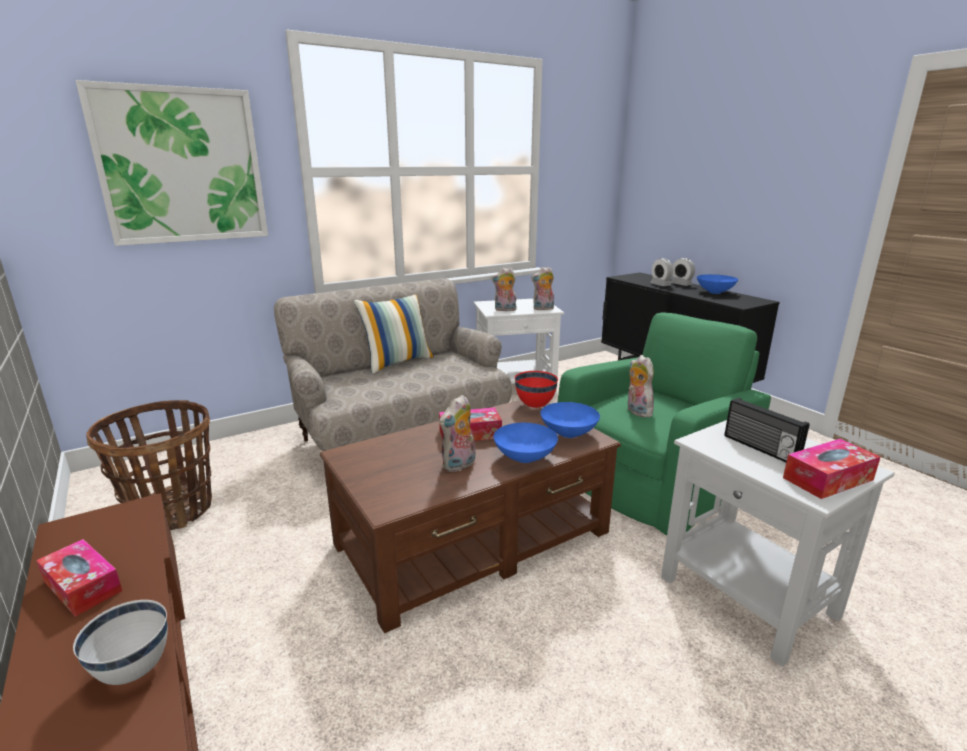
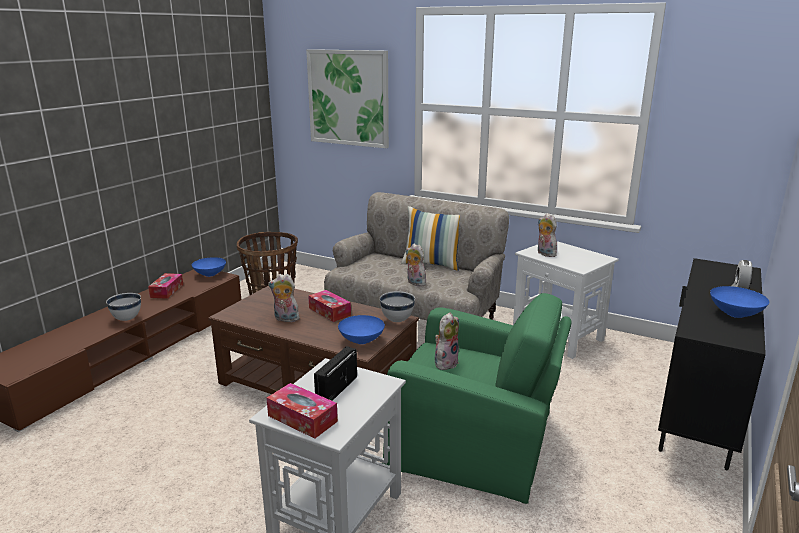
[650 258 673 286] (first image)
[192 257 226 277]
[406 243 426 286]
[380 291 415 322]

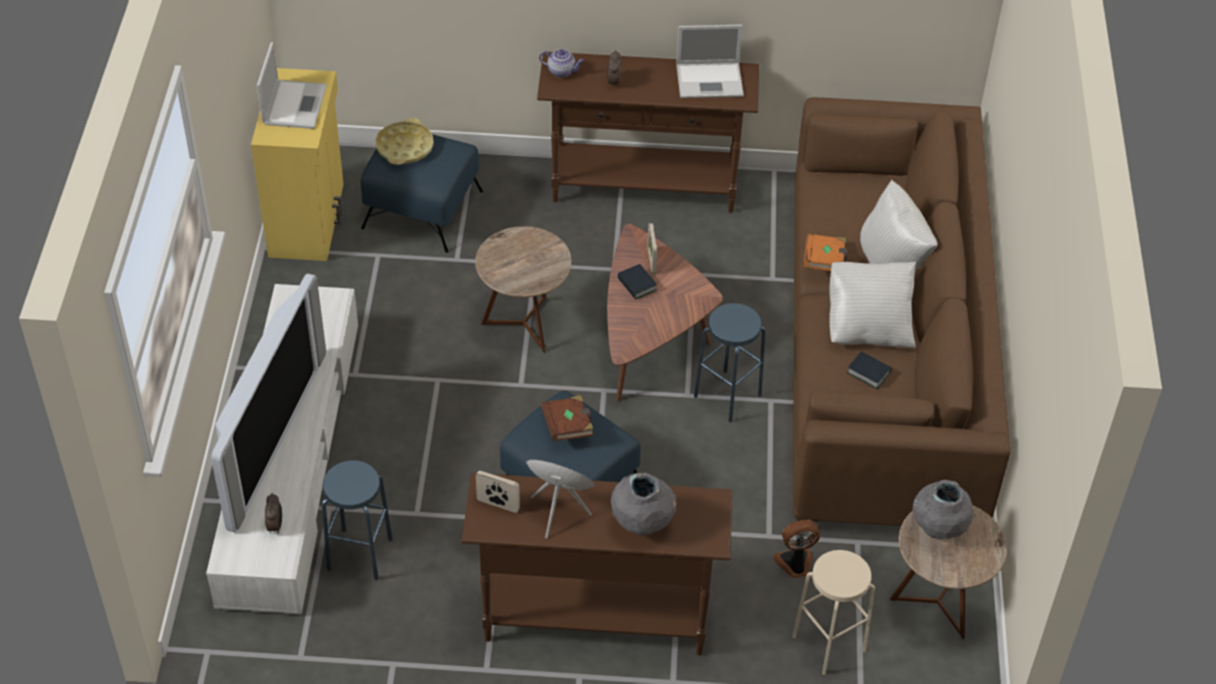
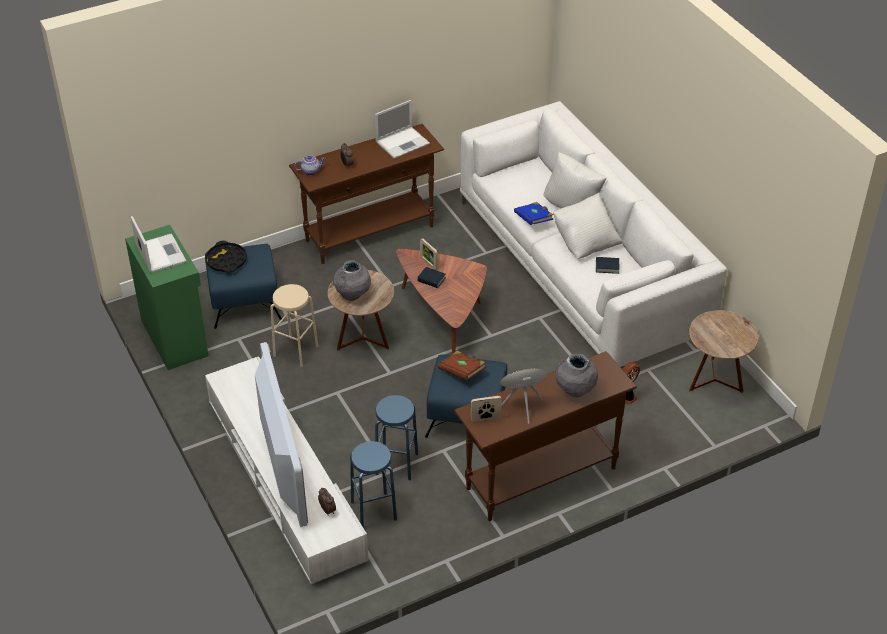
[375 395 418 481]
[270 284 319 367]
[333 260 371 301]
[125 225 209 370]
[205 241 247 273]
[460 101 727 368]
[514 202 553 225]

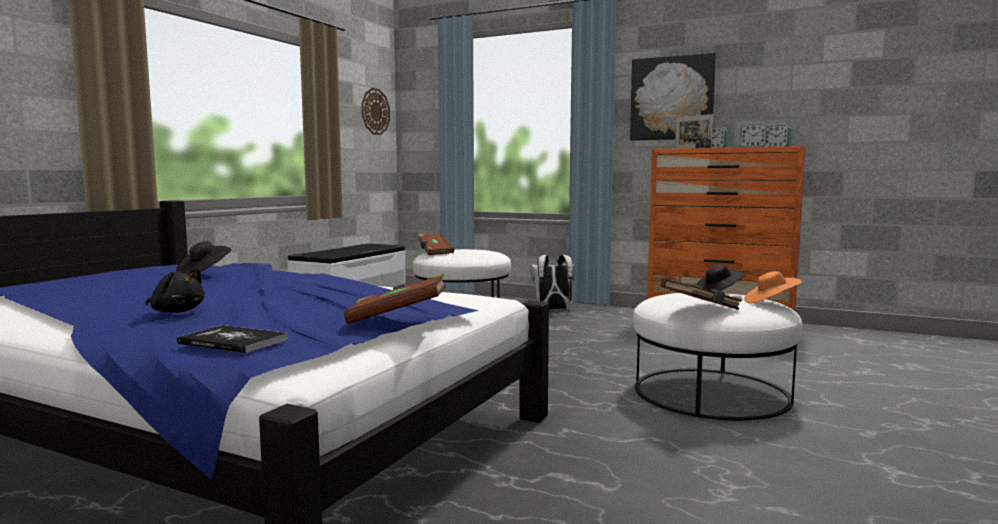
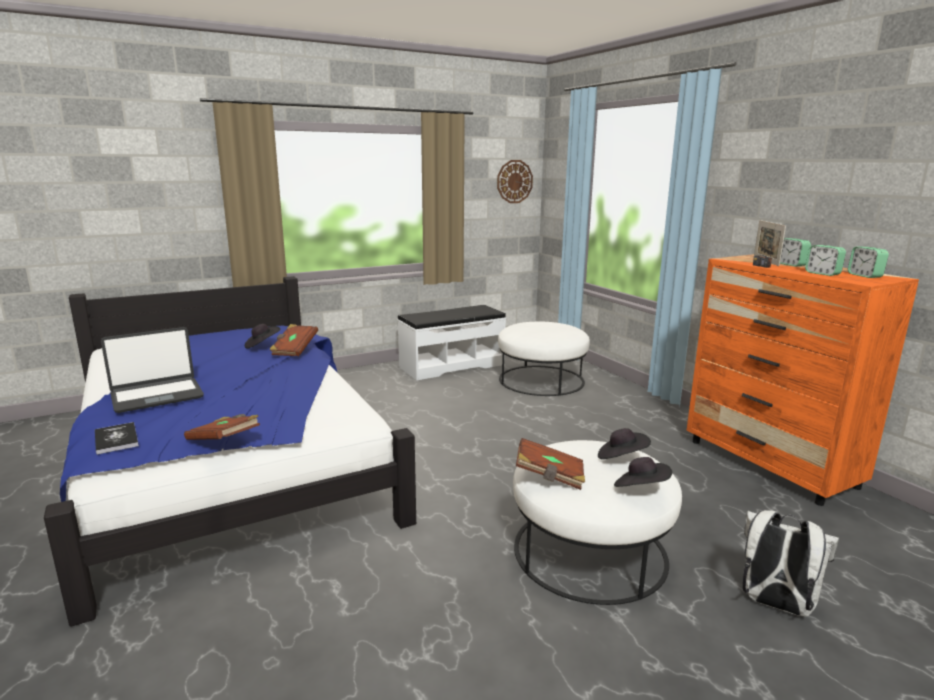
[630 53 716 141] (first image)
[269 324 318 356]
[743 510 839 617]
[101 327 204 413]
[614 457 672 487]

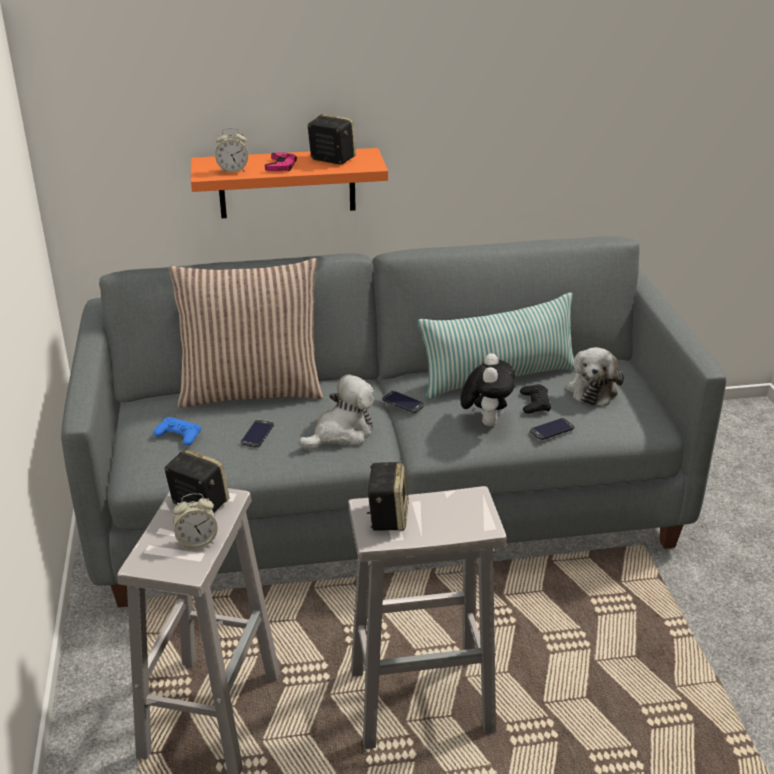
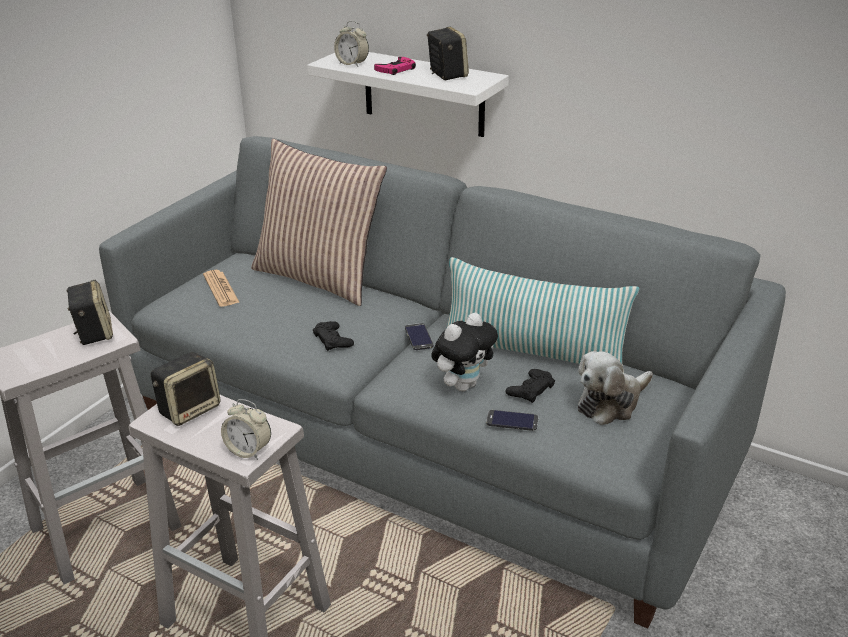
[241 420 274 447] (first image)
[221 399 271 460]
[203 270 240 307]
[313 321 354 351]
[307 52 509 137]

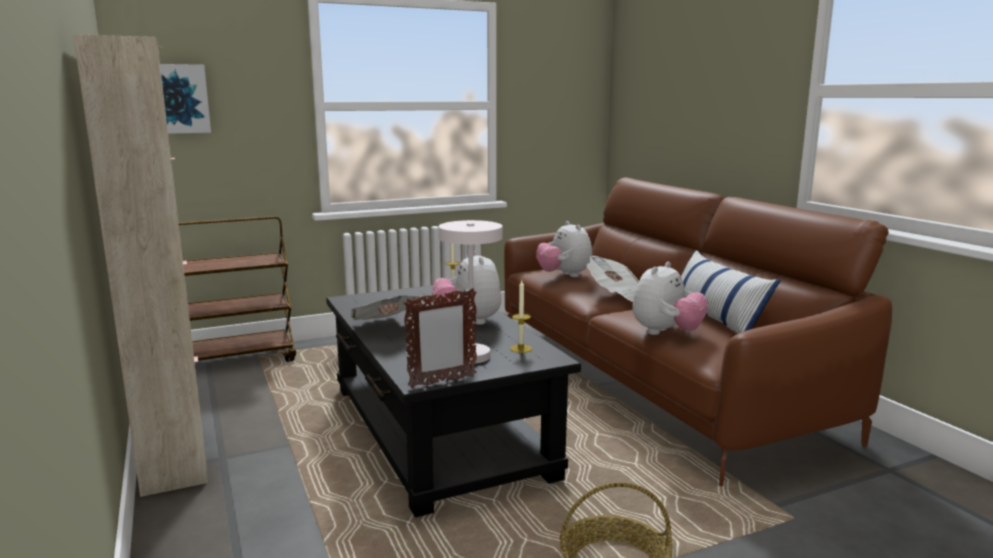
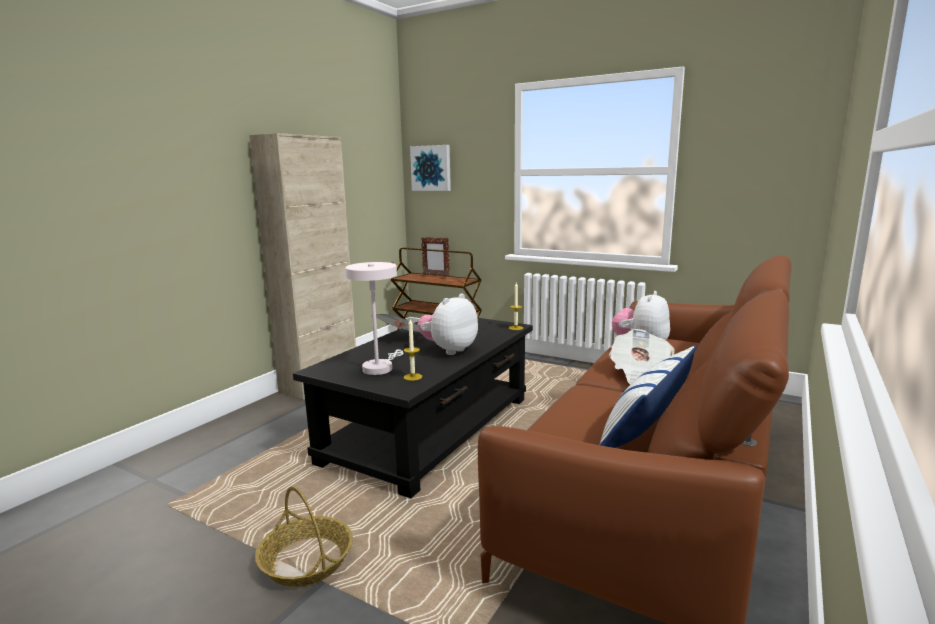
[632 262 708 335] (first image)
[421 237 450 277]

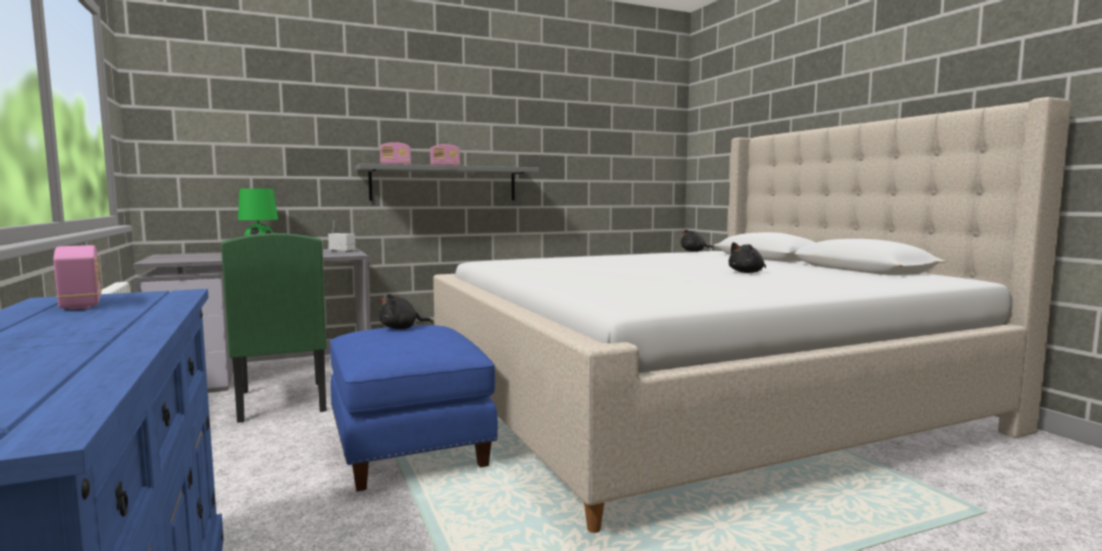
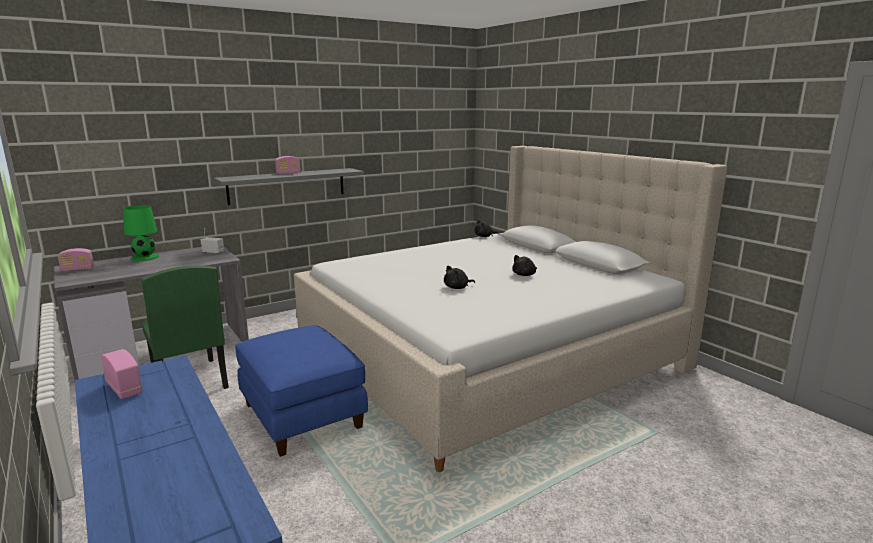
[444 266 475 289]
[58 248 94 271]

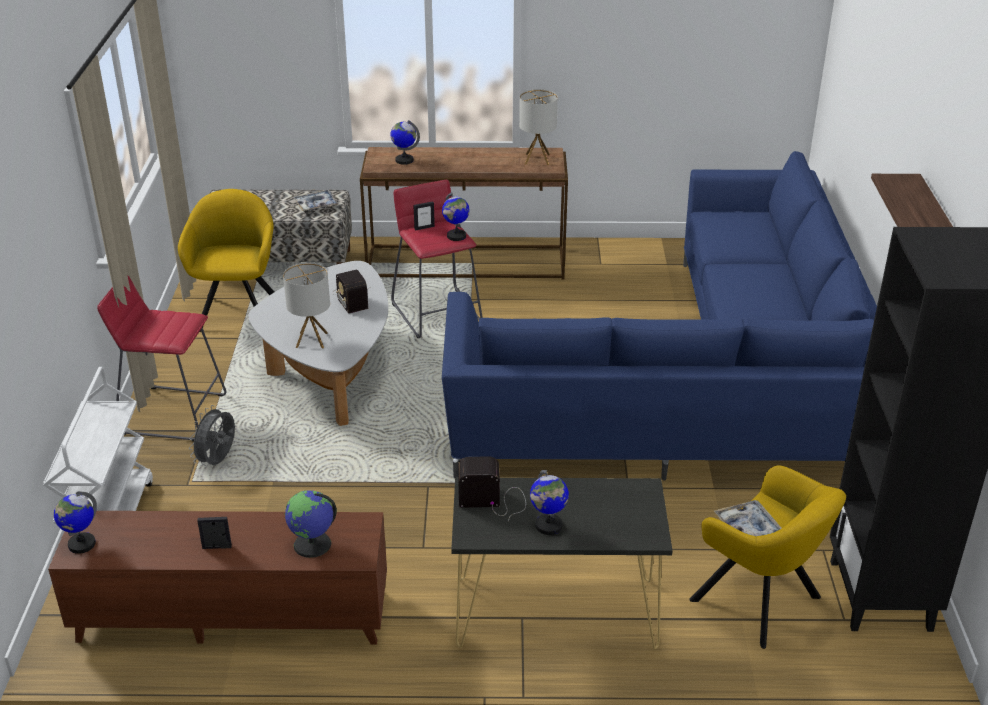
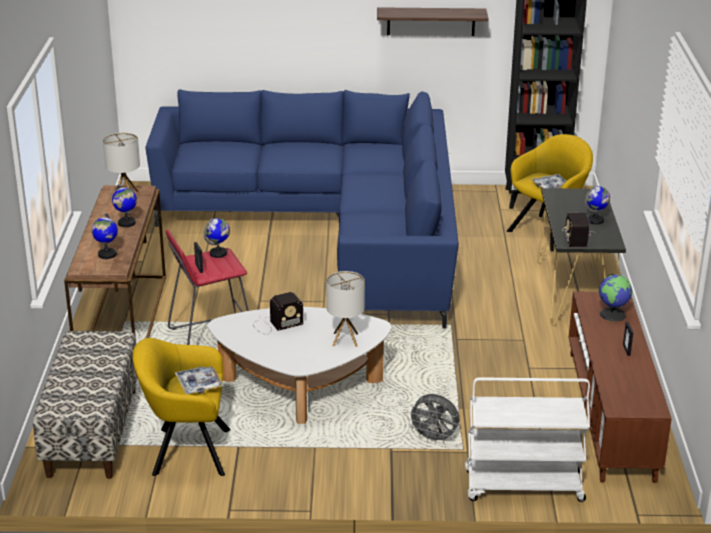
[97 276 226 441] (first image)
[112 184 137 227]
[175 366 224 394]

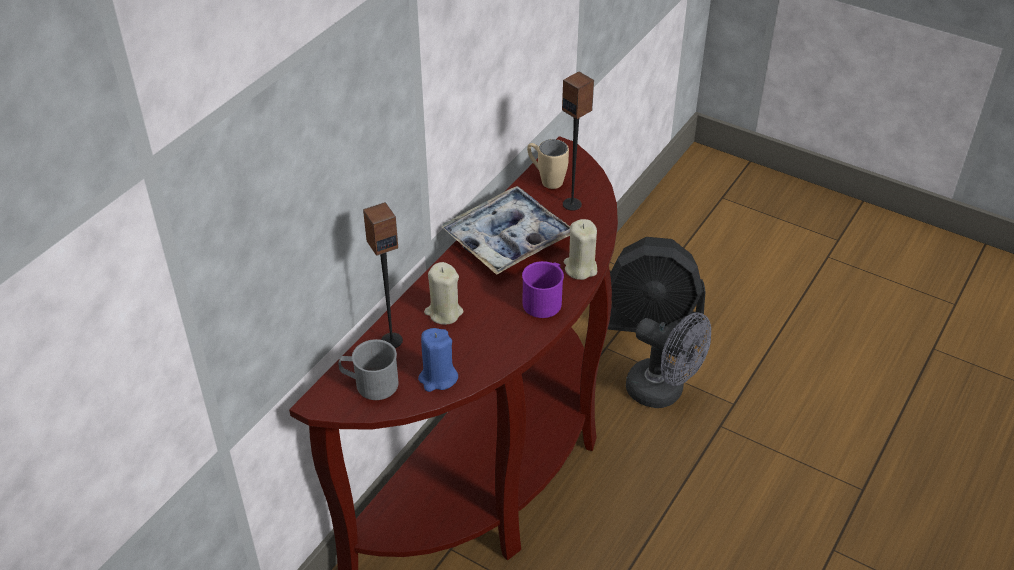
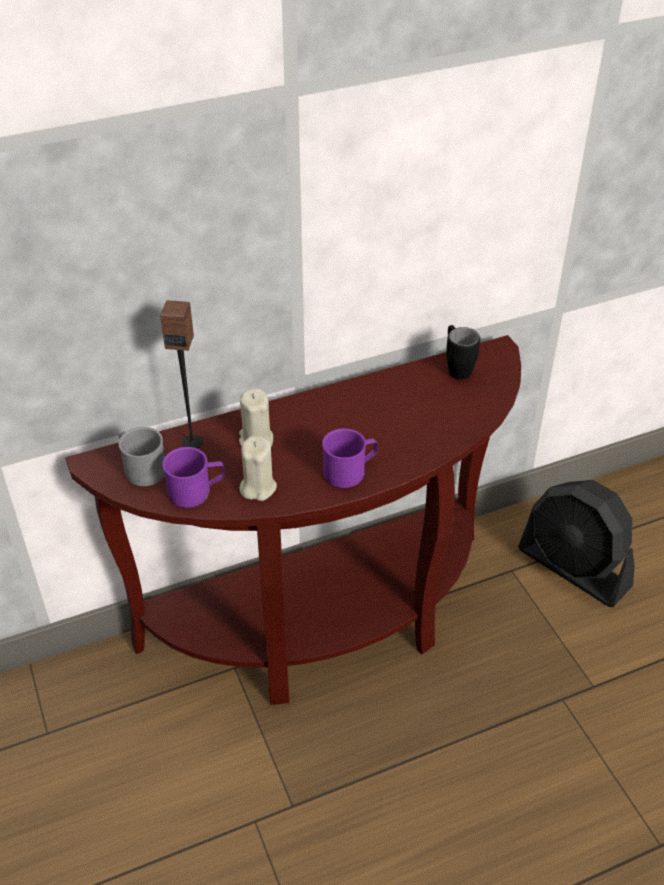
[442 186 570 275] (first image)
[562 72 594 211] (first image)
[626 313 711 408] (first image)
[240 436 277 501]
[162 447 225 508]
[446 325 480 380]

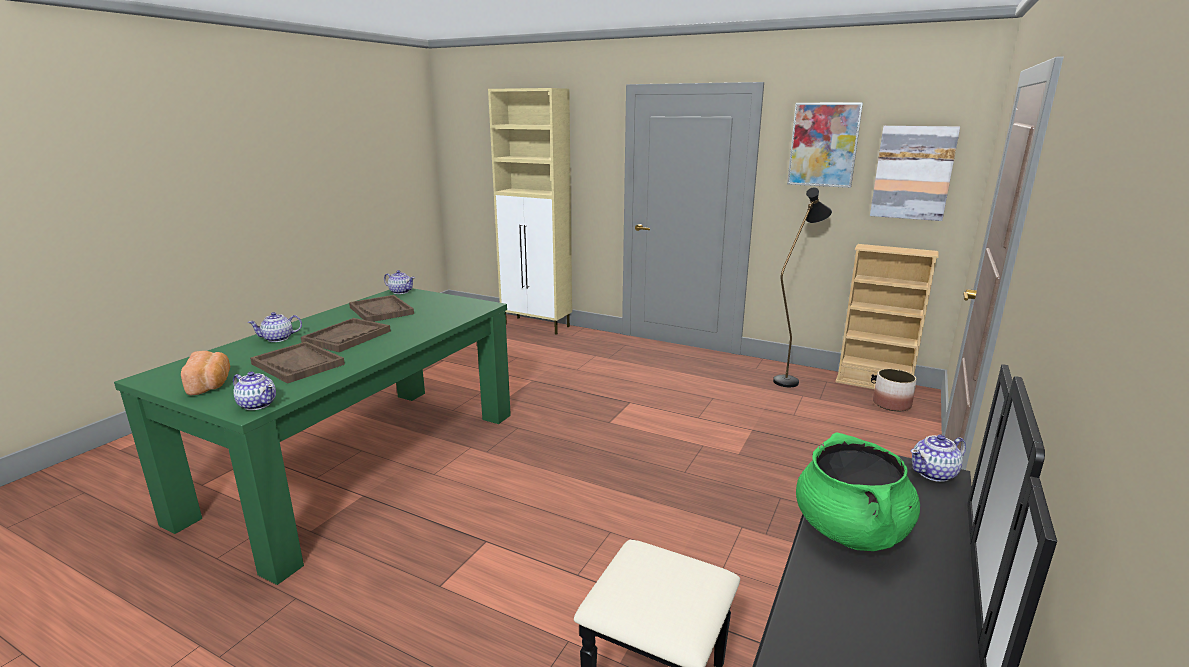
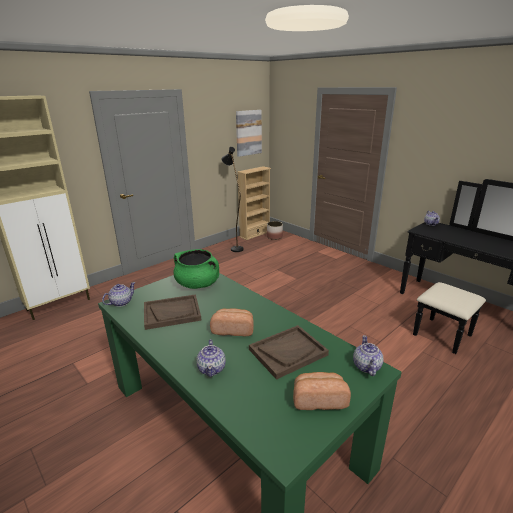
[787 103 863 188] (first image)
[173 249 219 289]
[210 308 254 336]
[353 335 384 376]

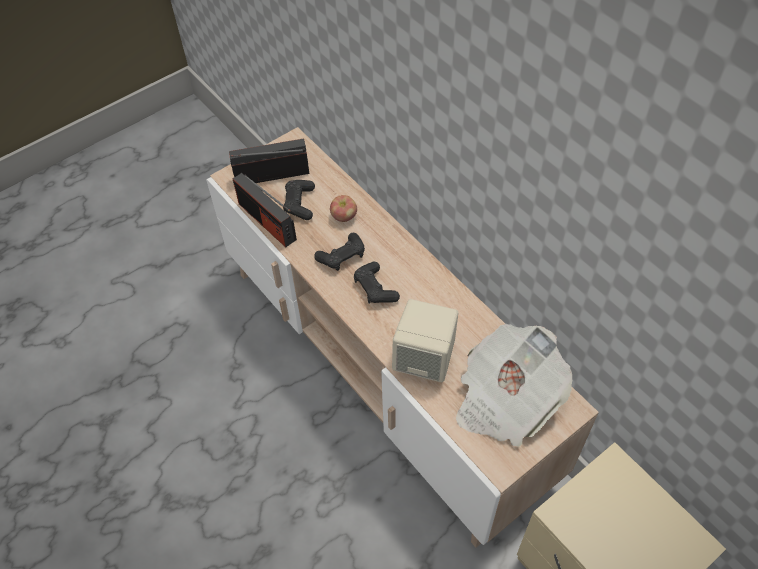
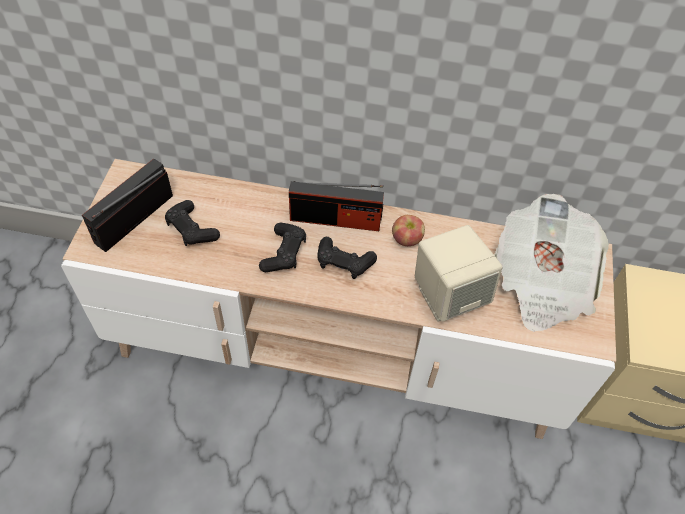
[289 181 384 231]
[392 215 425 246]

